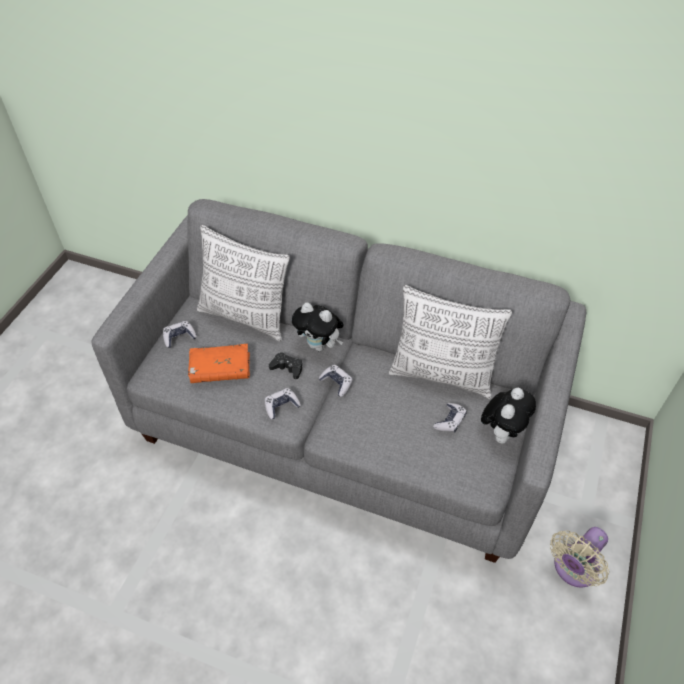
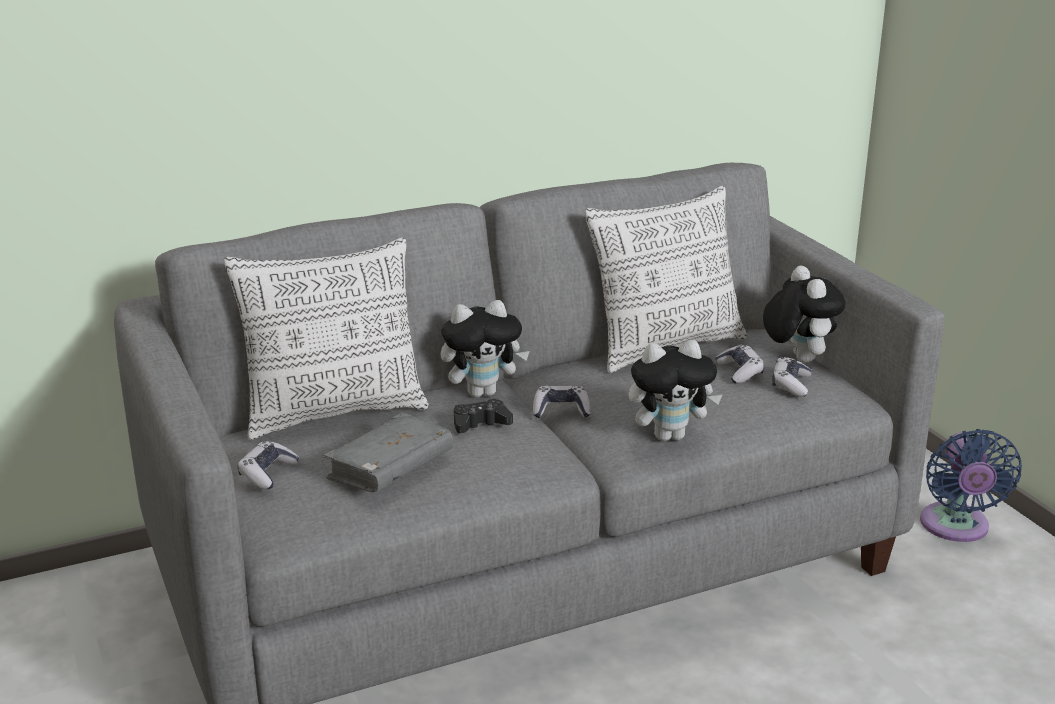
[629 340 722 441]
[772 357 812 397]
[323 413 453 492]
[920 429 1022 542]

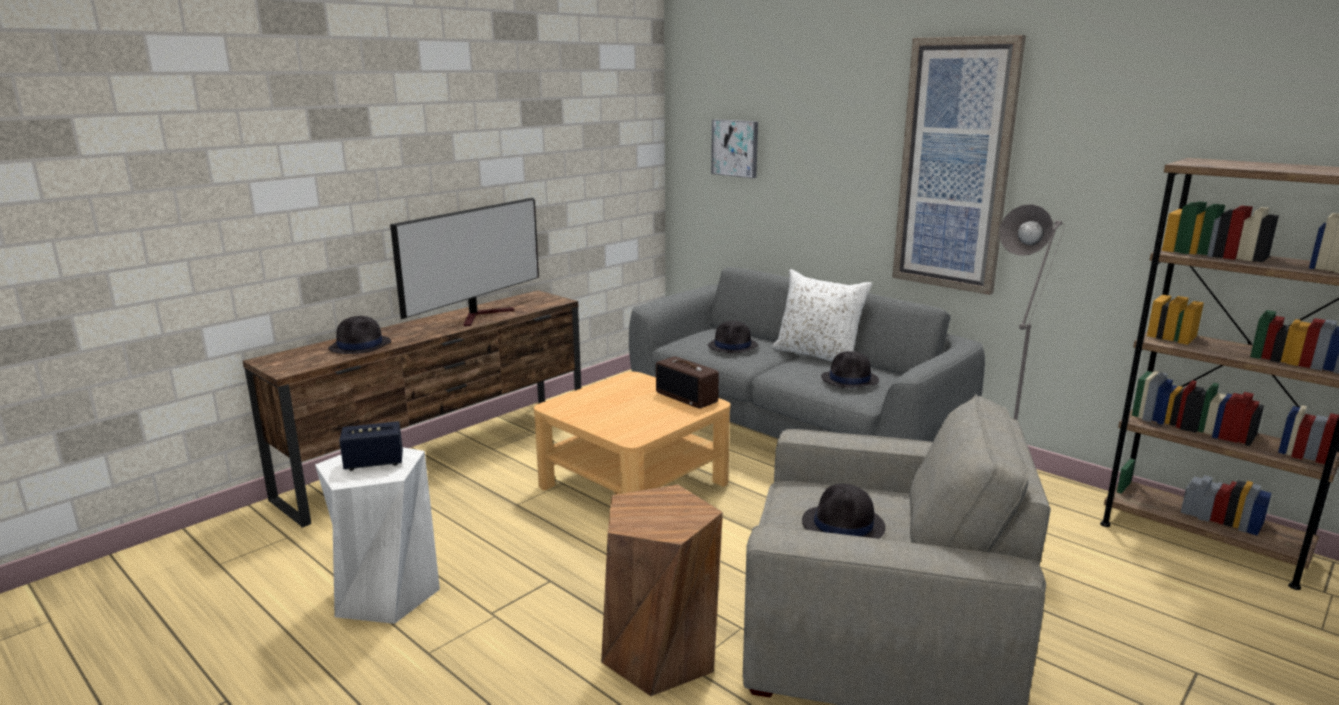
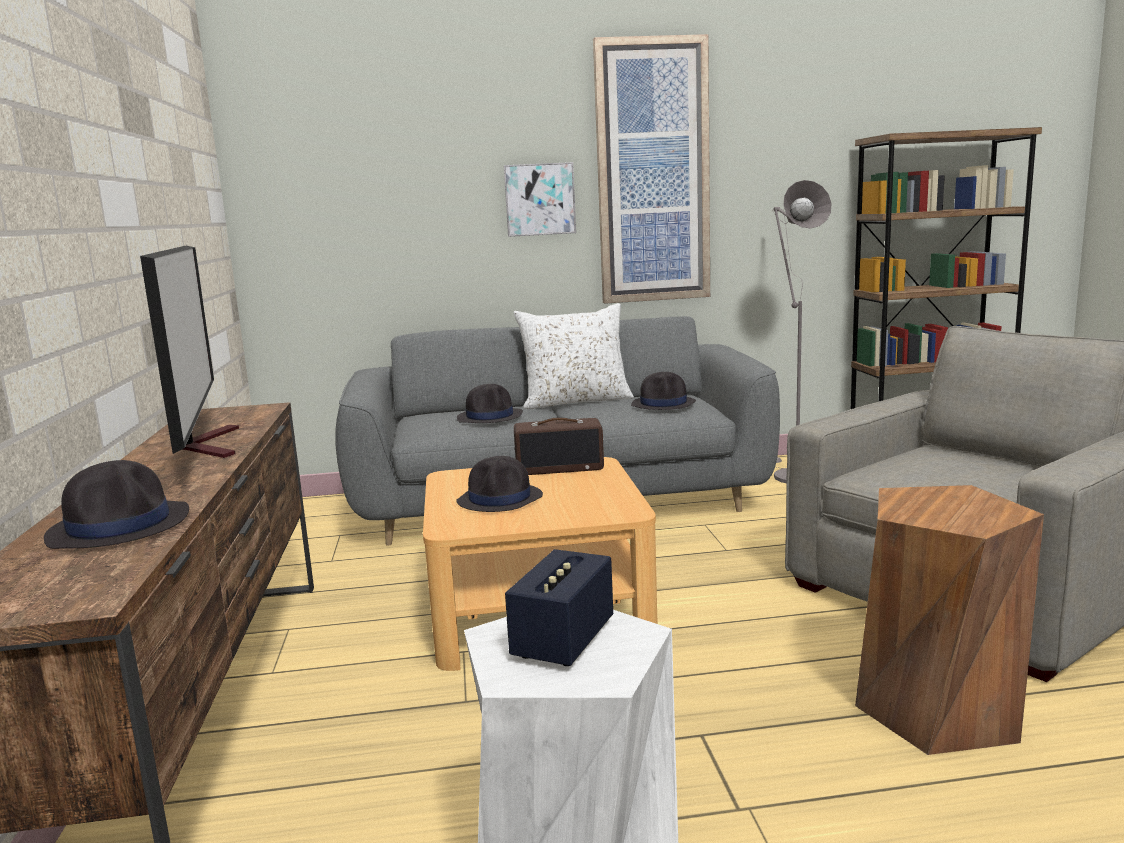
[504 162 576 237]
[456 456 543 512]

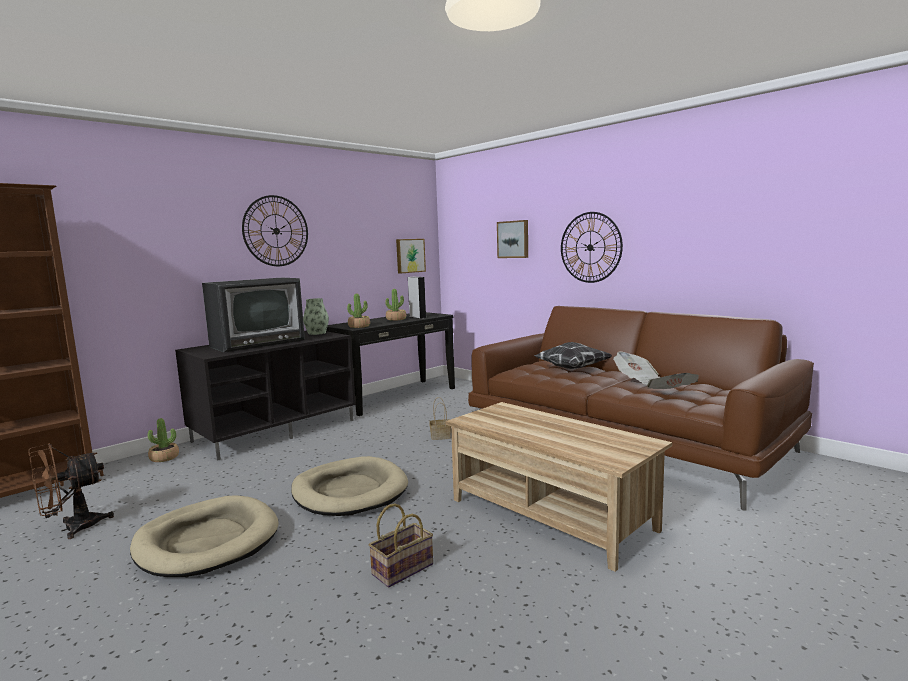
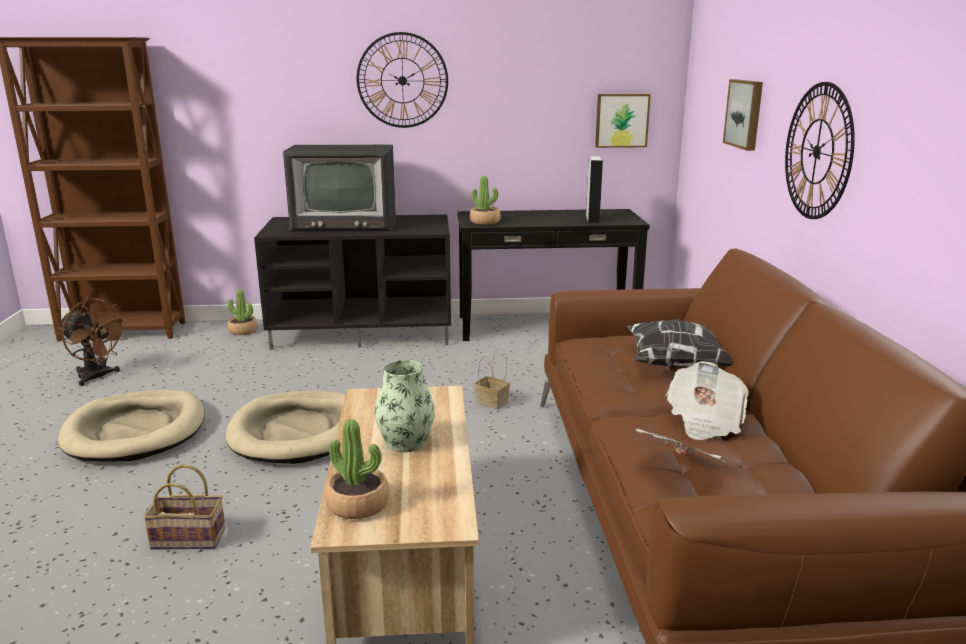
[374 360 435 452]
[325 419 389 519]
[59 298 129 386]

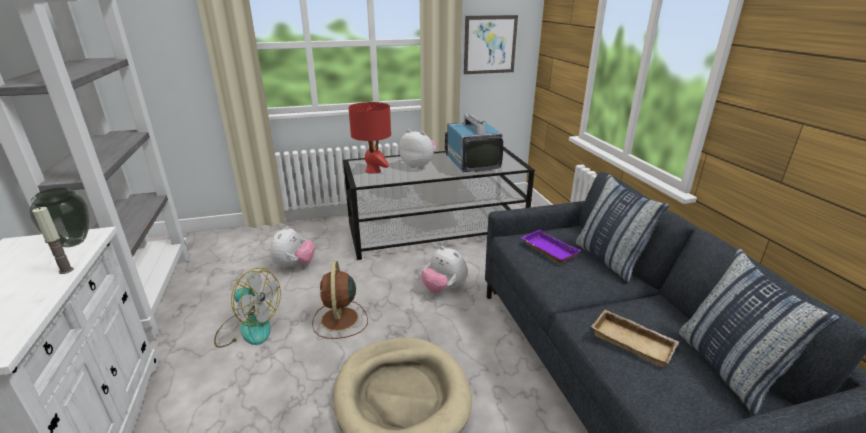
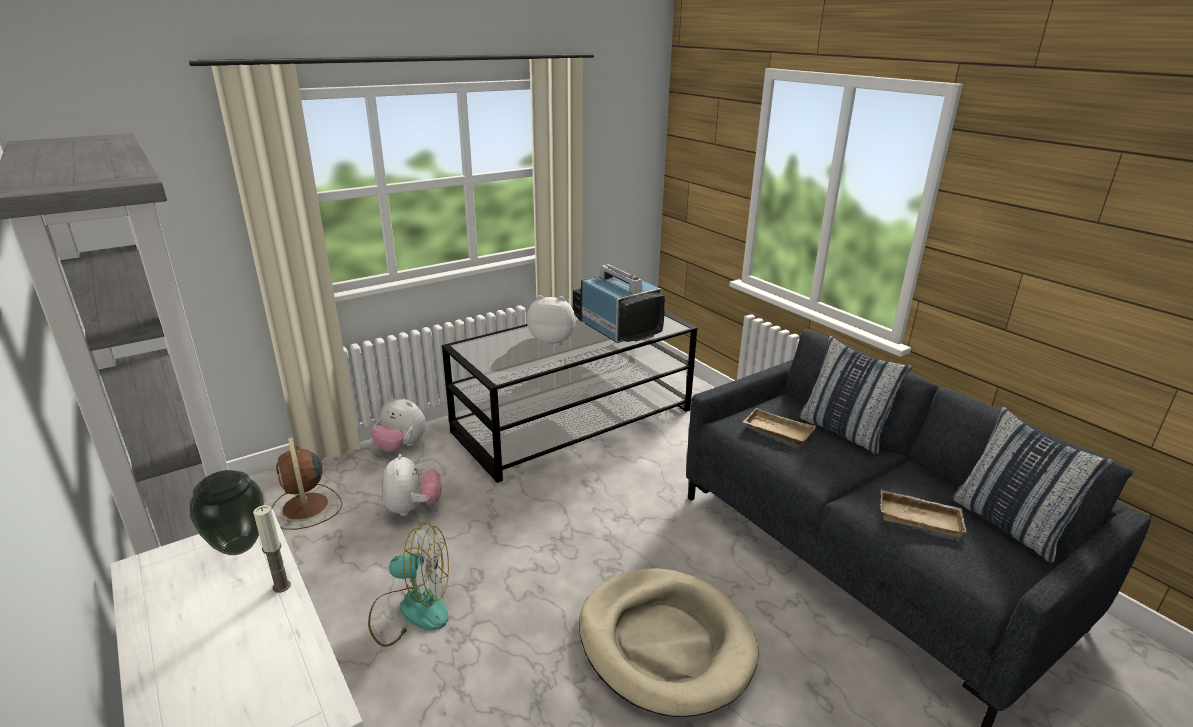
[348 102 391 174] (first image)
[464 15 518 74] (first image)
[271 437 342 530]
[371 397 426 452]
[743 408 816 446]

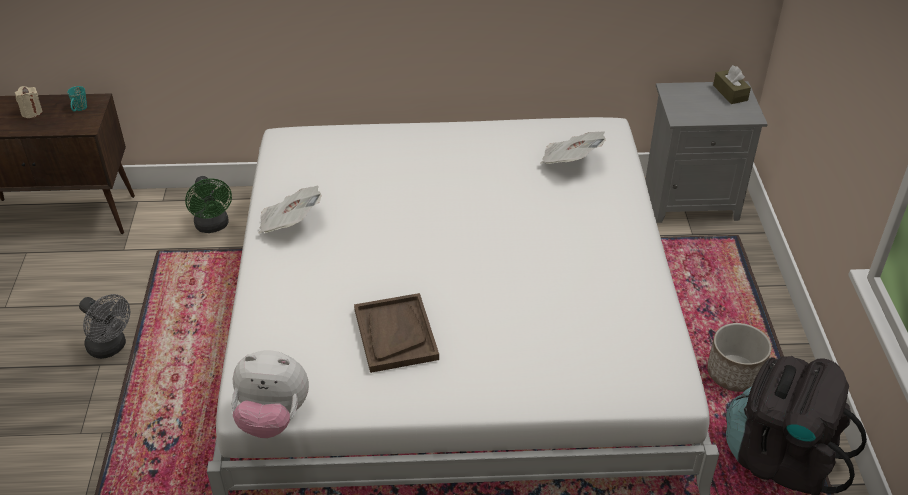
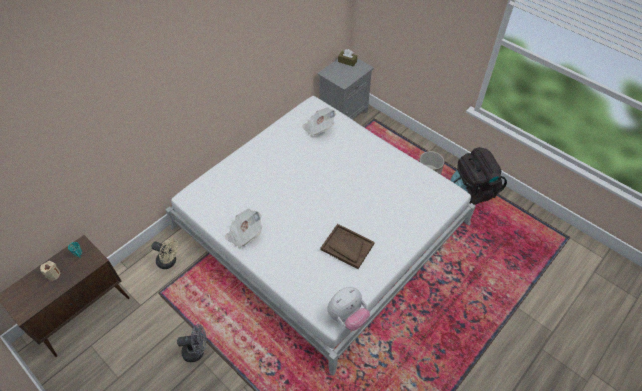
[151 238 178 269]

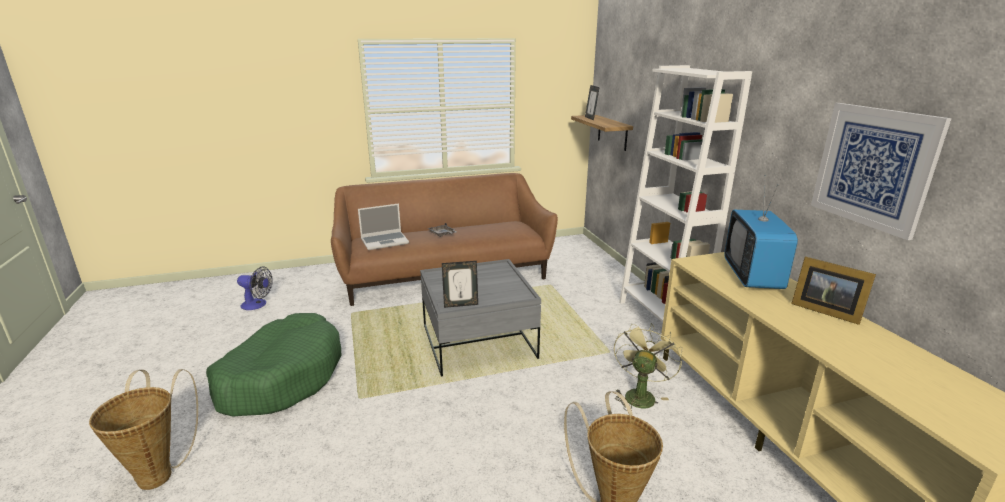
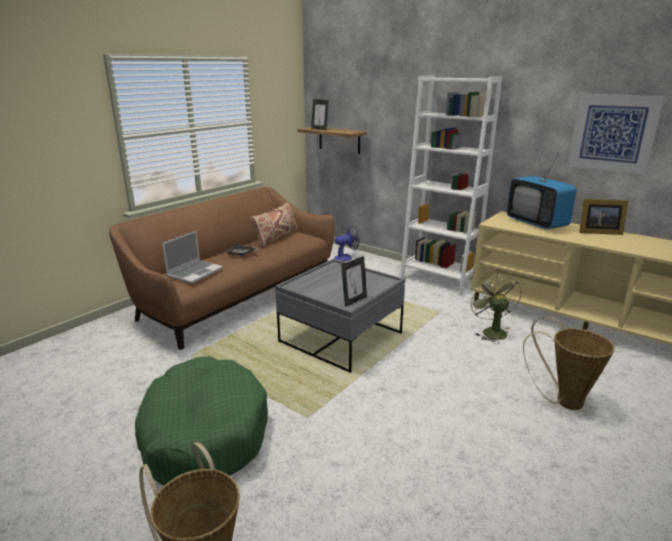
[250 202 298 247]
[334 226 359 261]

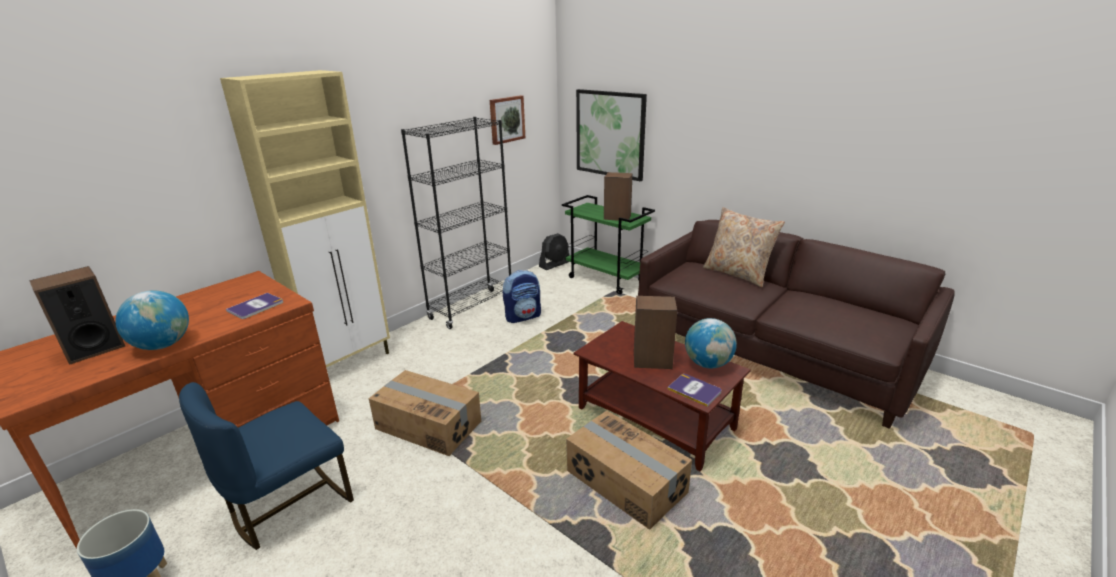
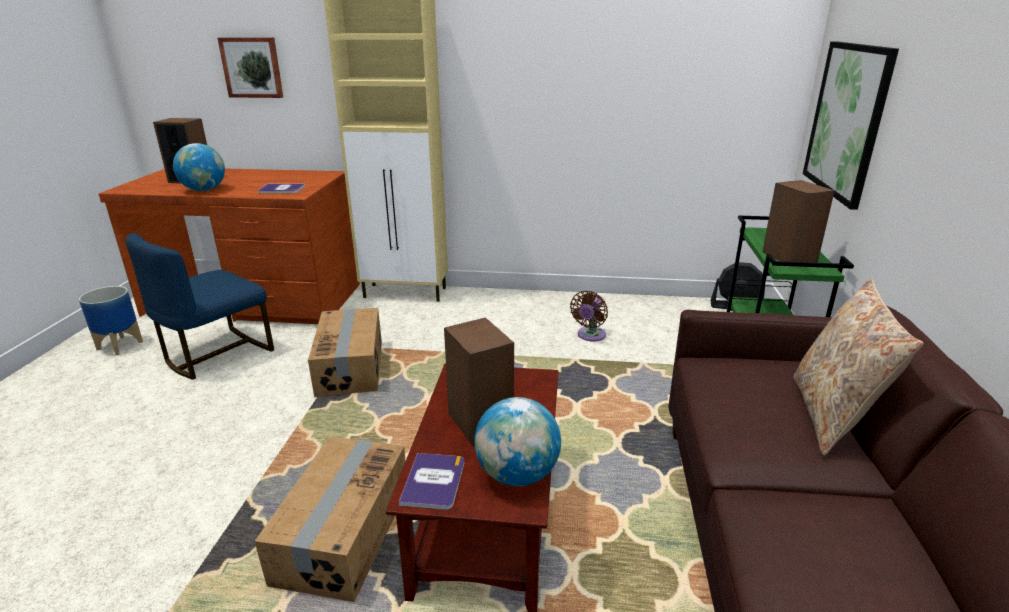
[401 117 511 329] (first image)
[218 37 283 98]
[570 291 608 342]
[126 233 274 380]

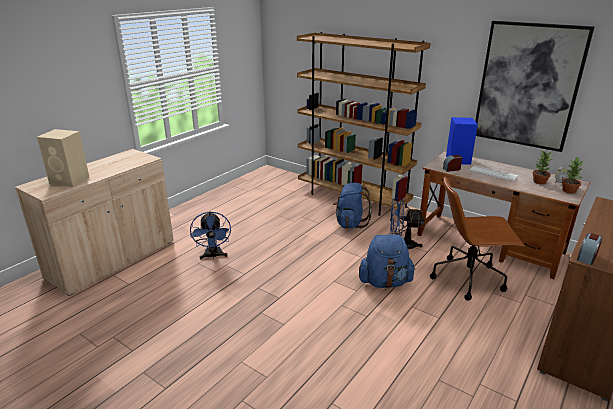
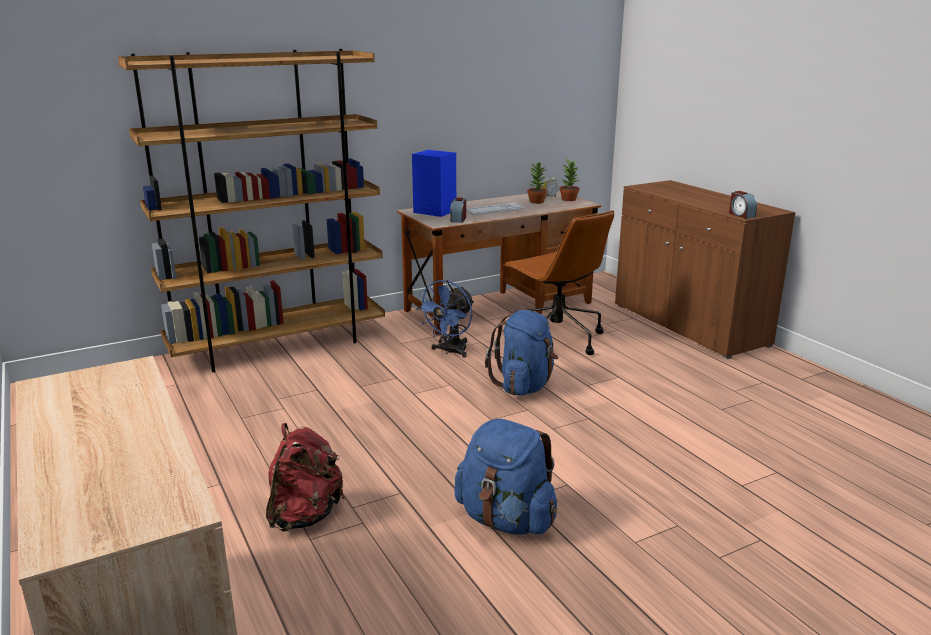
[37 129 90 187] (first image)
[475 21 595 152] (first image)
[454 419 557 535]
[266 423 345 532]
[503 210 614 355]

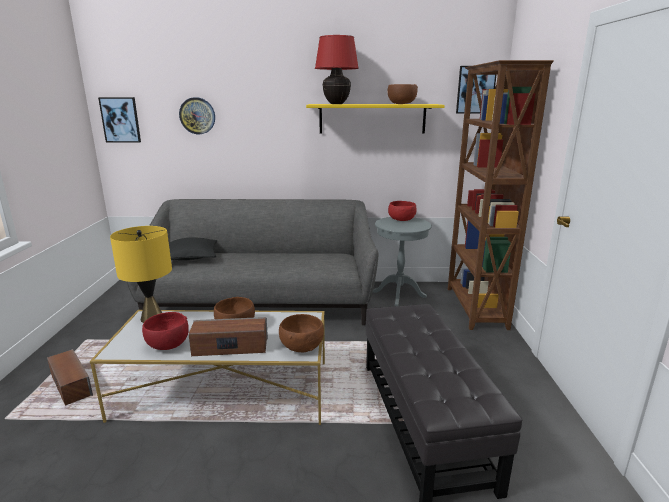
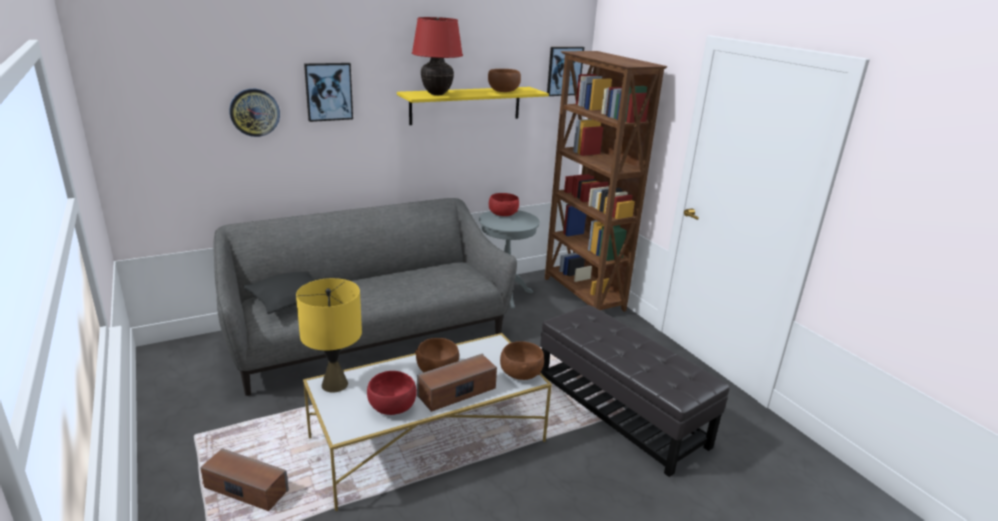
[304 63 353 122]

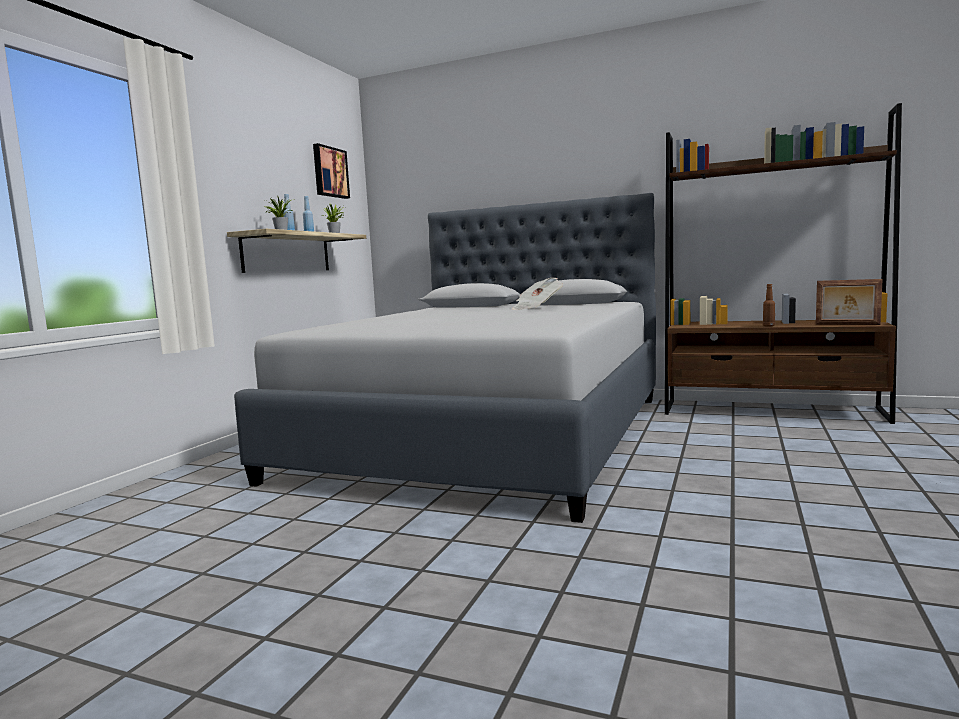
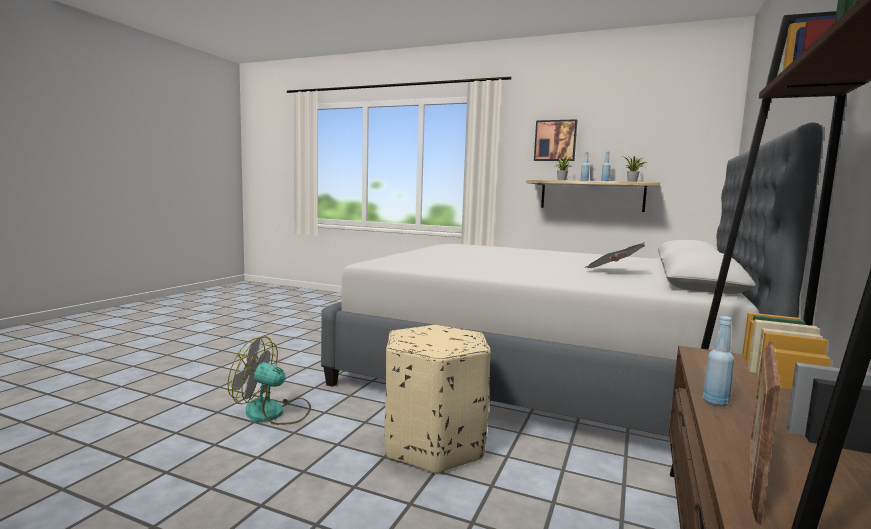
[227 336 311 425]
[384 325 491 475]
[534 119 577 161]
[703 316 734 406]

